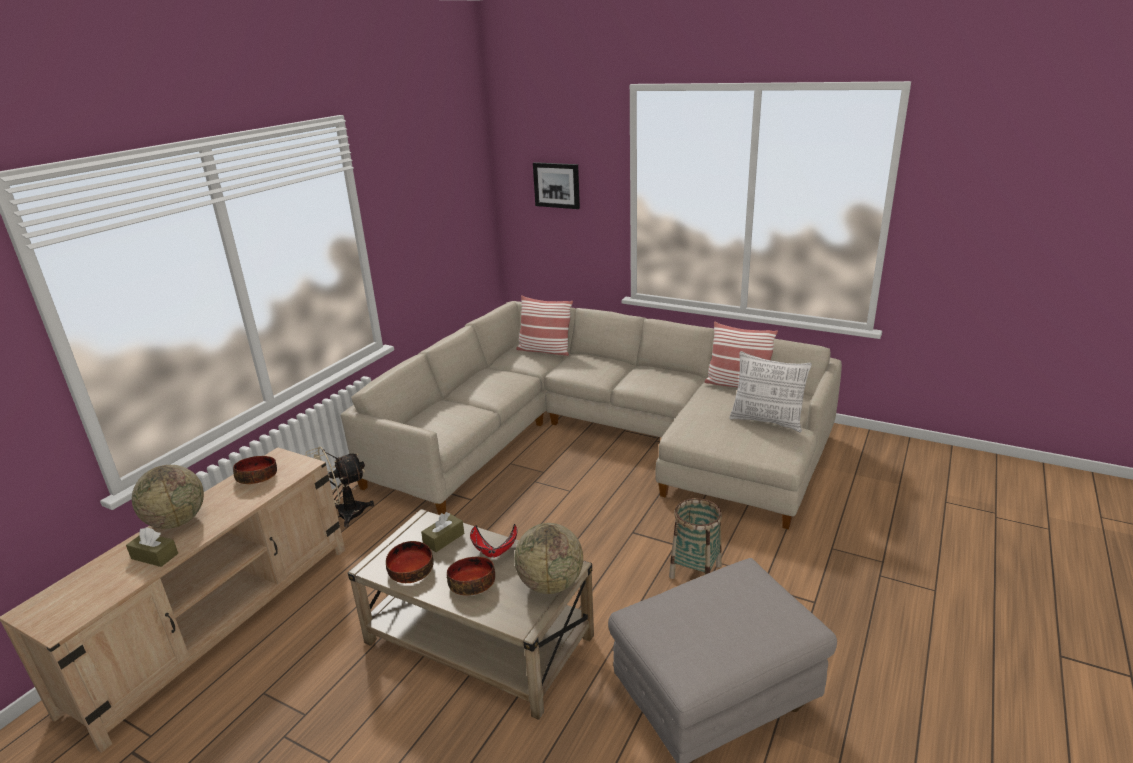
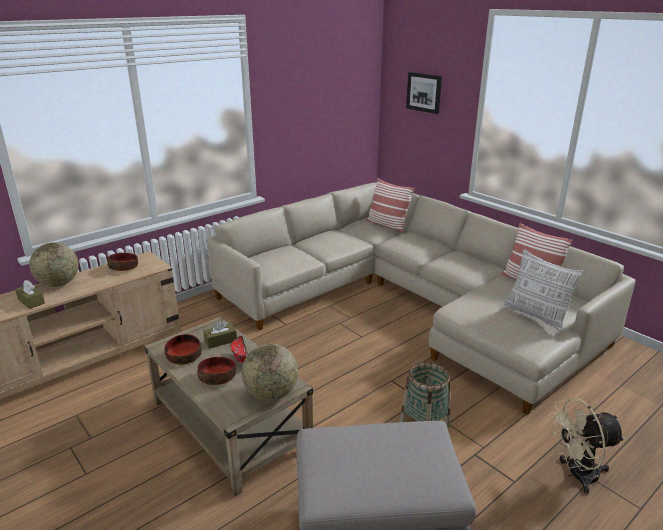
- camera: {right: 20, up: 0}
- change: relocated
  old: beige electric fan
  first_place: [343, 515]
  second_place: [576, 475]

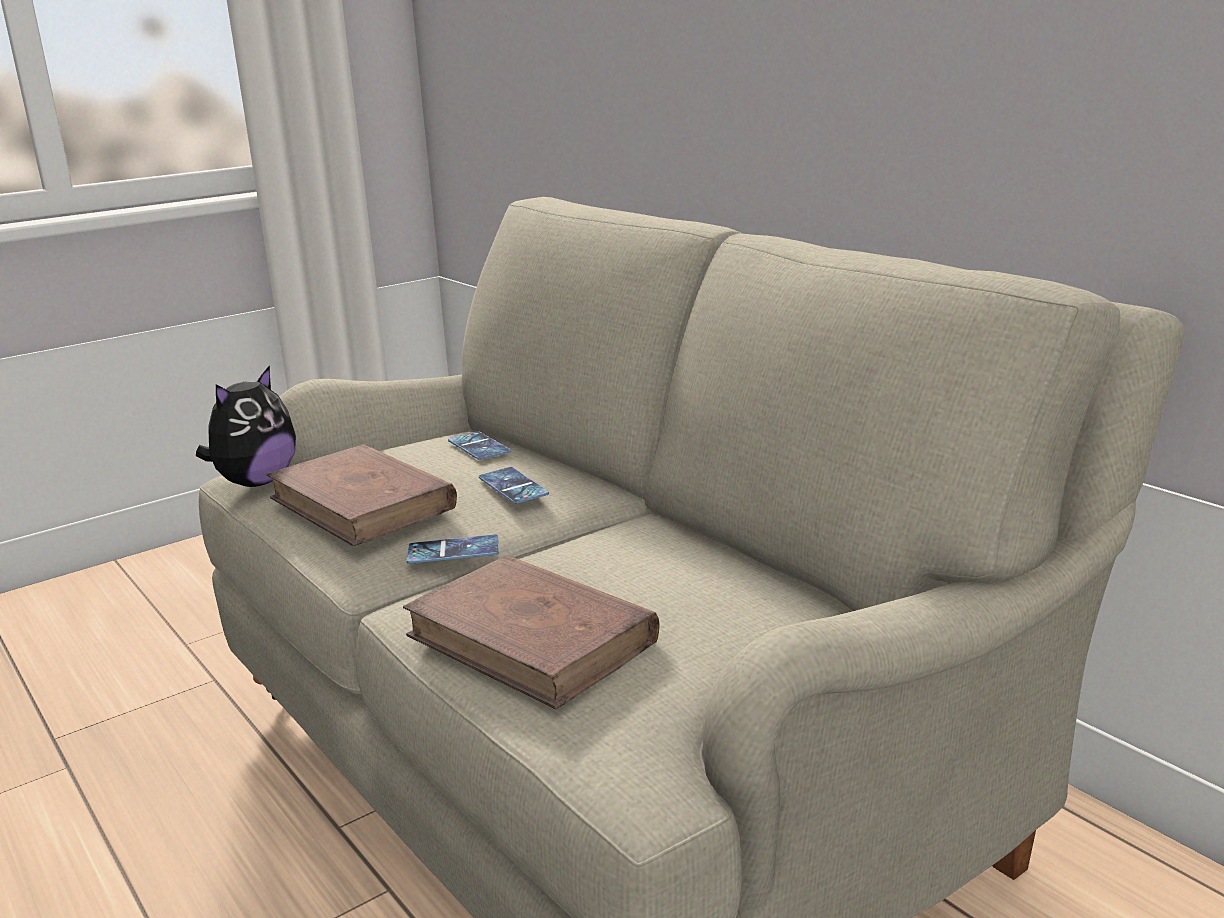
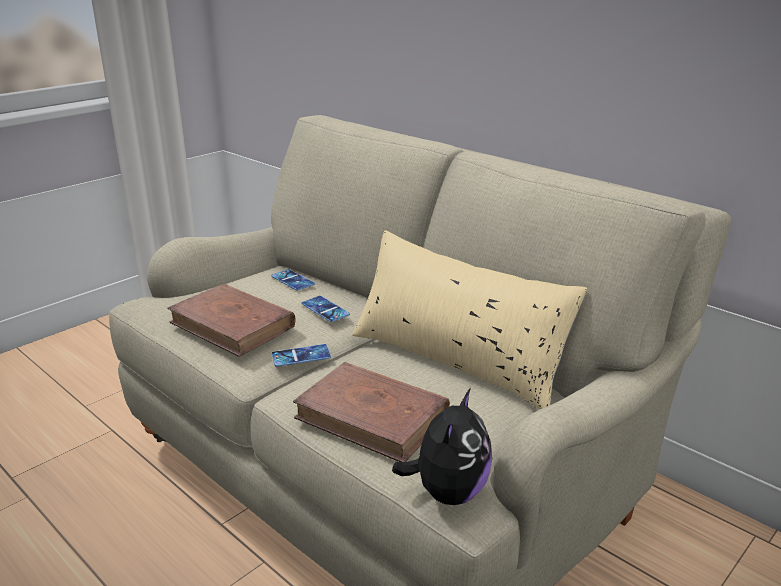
- camera: {right: -10, up: 5}
- change: relocated
  old: cuddly toy
  first_place: [255, 482]
  second_place: [448, 492]
- change: appeared
  new: beige cushion
  second_place: [457, 358]

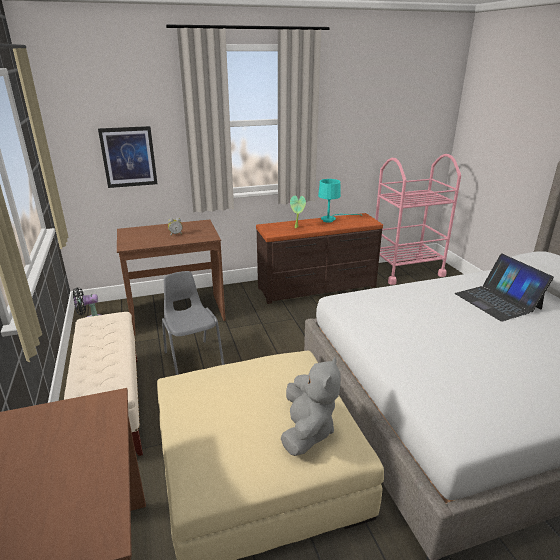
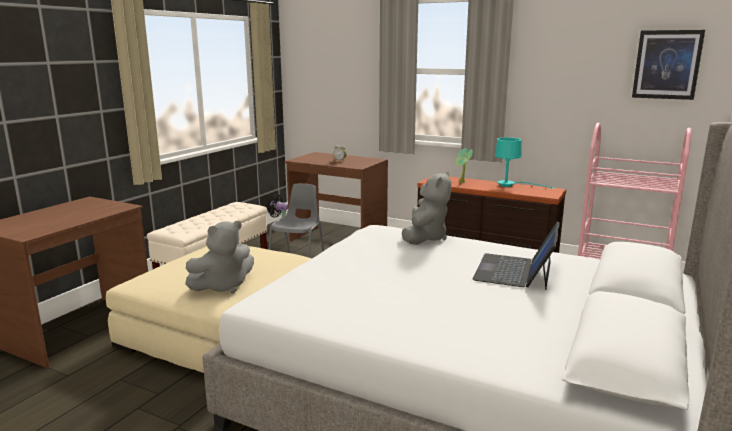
- camera: {right: 45, up: -10}
- change: relocated
  old: wall art
  first_place: [128, 157]
  second_place: [667, 64]
- change: appeared
  new: gray cuddly toy
  second_place: [425, 238]

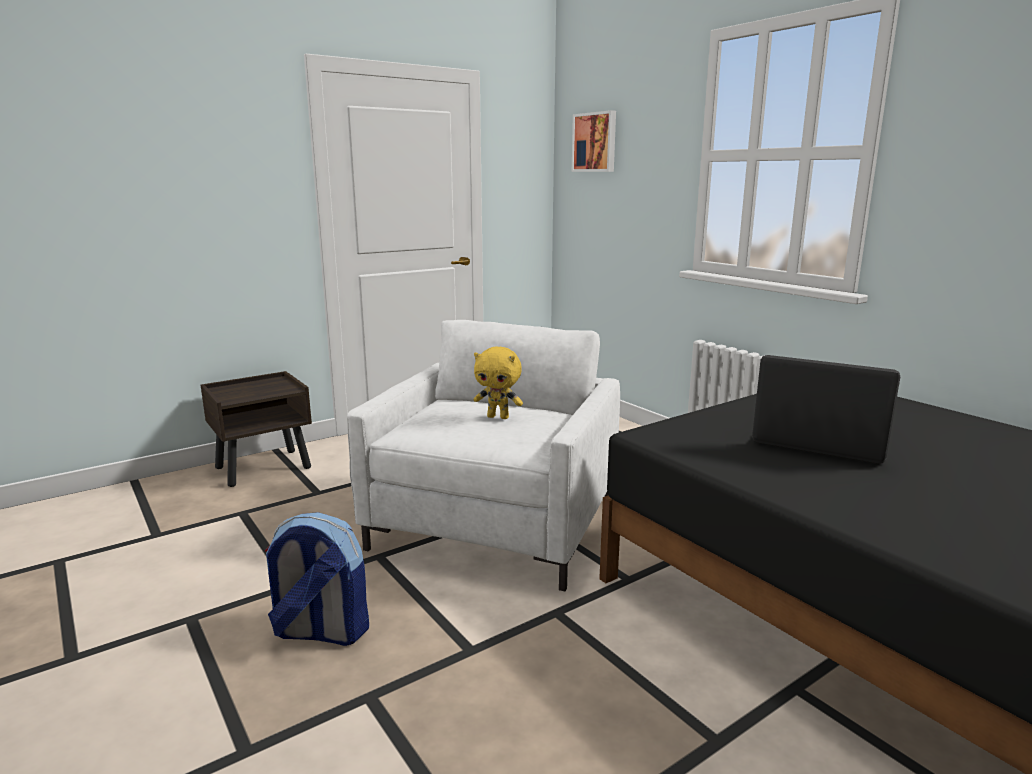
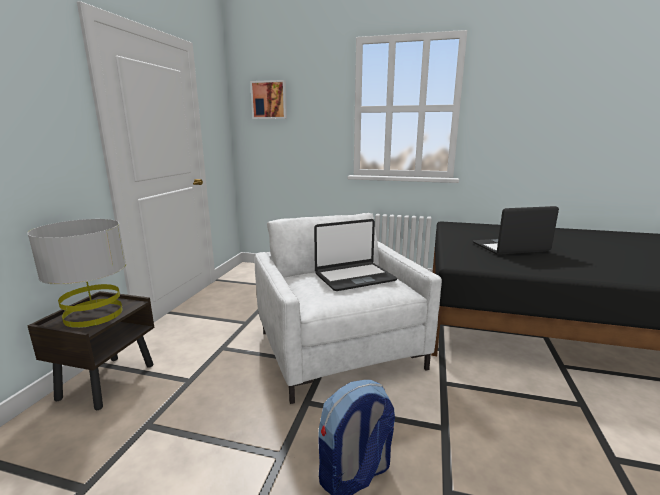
- camera: {right: -40, up: 0}
- change: exchanged
  old: yellowish cuddly toy
  new: notebook computer
  first_place: [498, 417]
  second_place: [354, 277]
- change: appeared
  new: gray lamp for a table
  second_place: [94, 314]

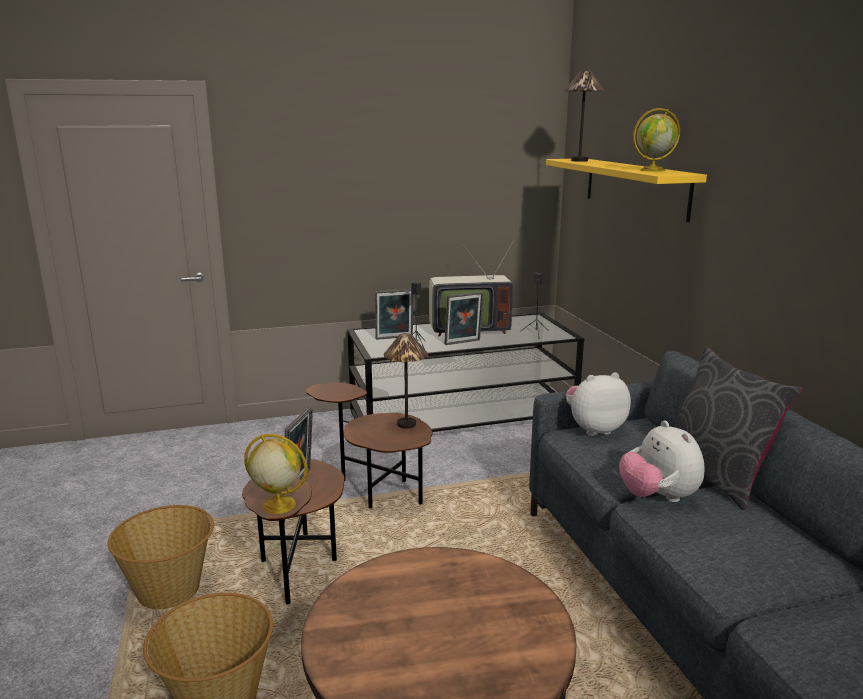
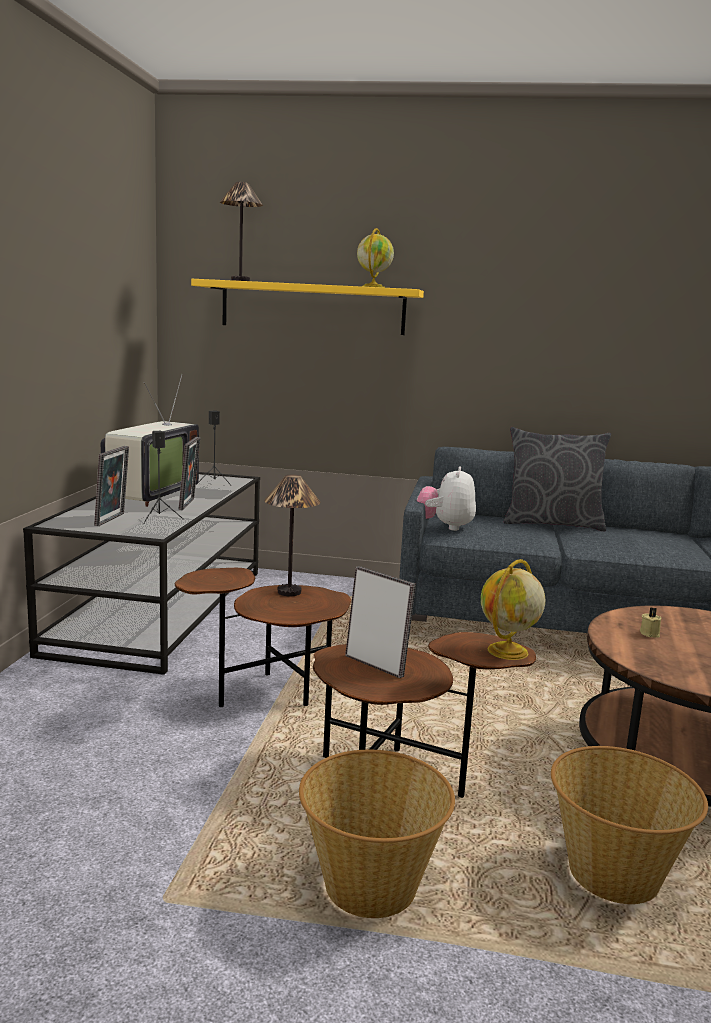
- camera: {right: -65, up: -5}
- change: missing
  old: cuddly toy
  first_place: [658, 497]
- change: appeared
  new: beige candle
  second_place: [650, 633]

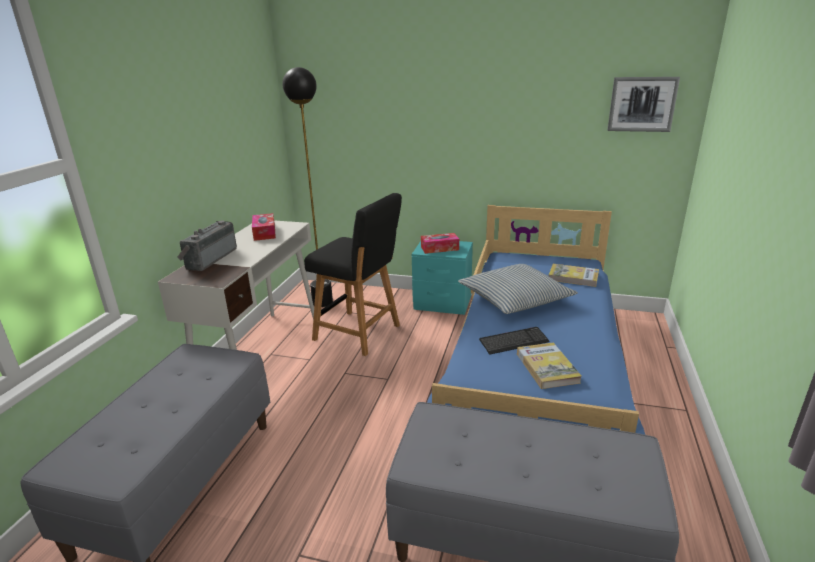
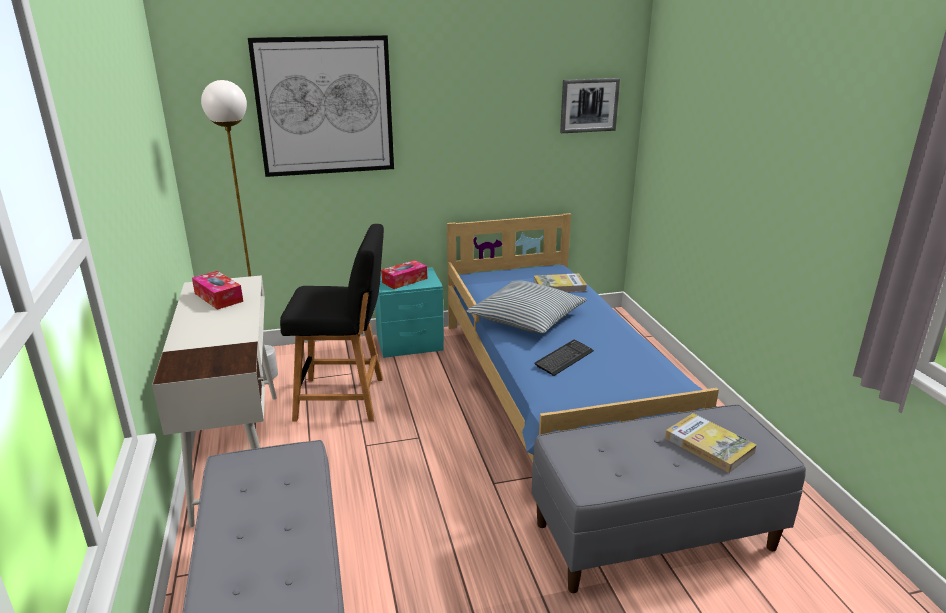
- camera: {right: -30, up: 0}
- change: missing
  old: radio receiver
  first_place: [209, 259]
- change: colour
  old: blackish floor lamp
  new: white floor lamp
  first_place: [322, 302]
  second_place: [264, 375]
- change: relocated
  old: volume
  first_place: [547, 368]
  second_place: [709, 445]
- change: appeared
  new: wall art
  second_place: [325, 106]

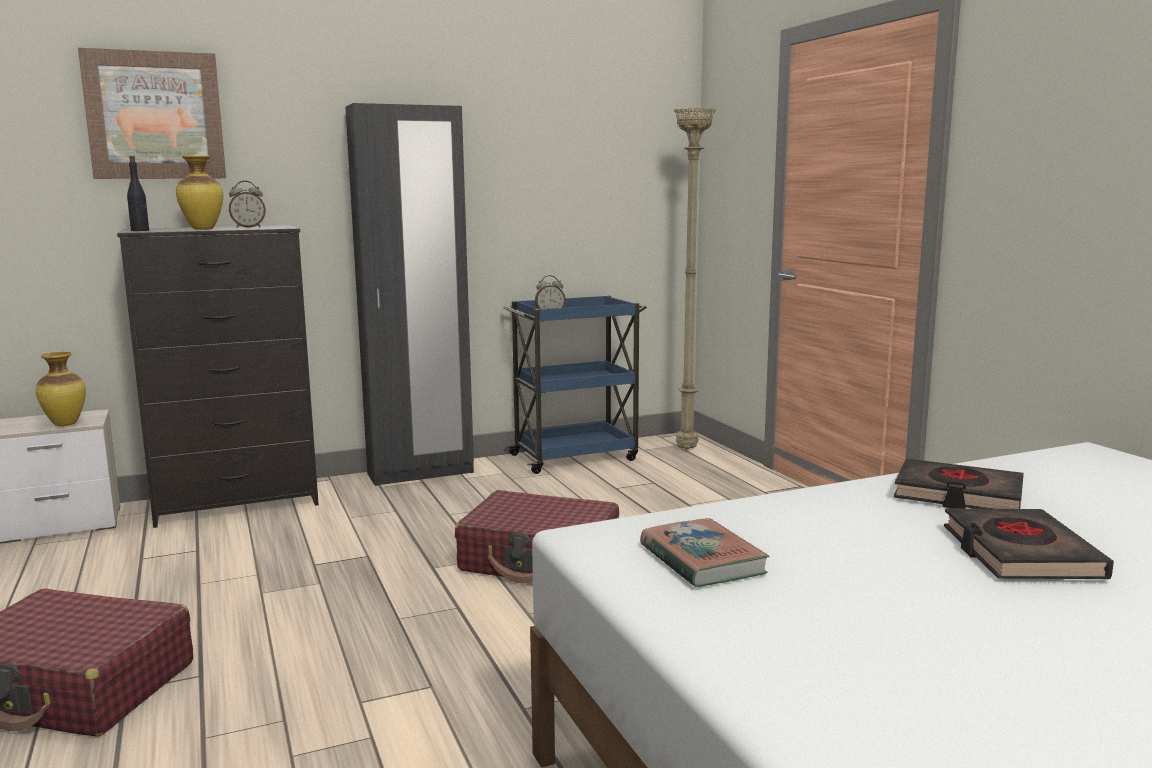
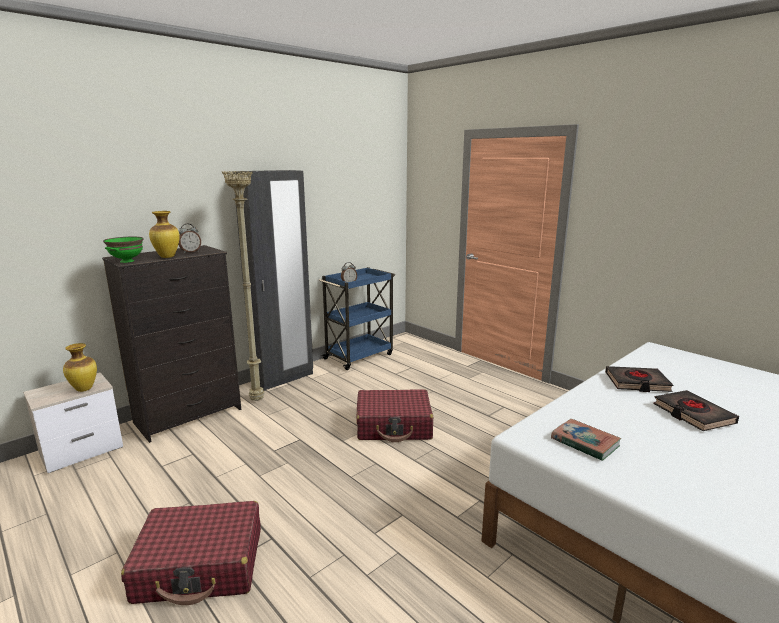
- camera: {right: -20, up: 5}
- change: missing
  old: wall art
  first_place: [155, 116]
- change: exchanged
  old: blackish drink bottle
  new: green-coloured serving bowl
  first_place: [140, 230]
  second_place: [127, 261]
- change: relocated
  old: beige floor lamp
  first_place: [688, 449]
  second_place: [258, 400]

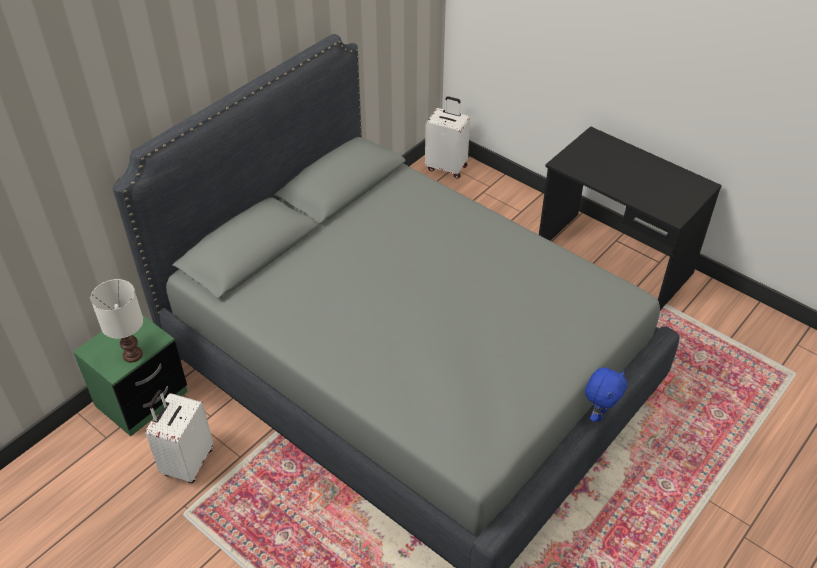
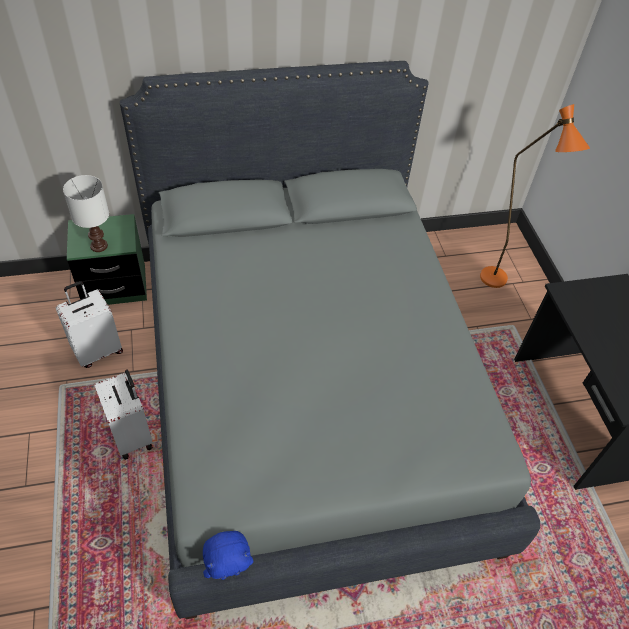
- camera: {right: 35, up: 5}
- change: relocated
  old: white piece of luggage
  first_place: [447, 167]
  second_place: [133, 436]
- change: relocated
  old: blue-coloured cuddly toy
  first_place: [599, 413]
  second_place: [229, 571]
- change: appeared
  new: orange floor lamp
  second_place: [498, 285]

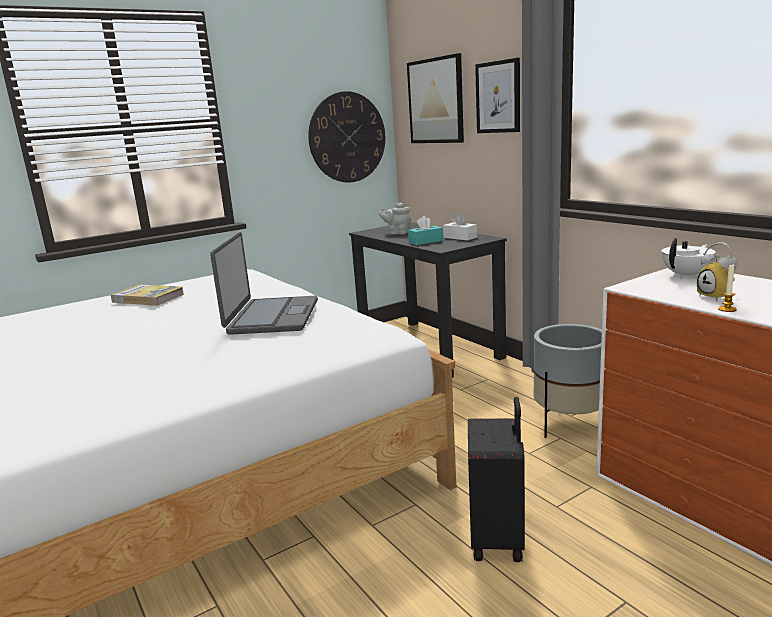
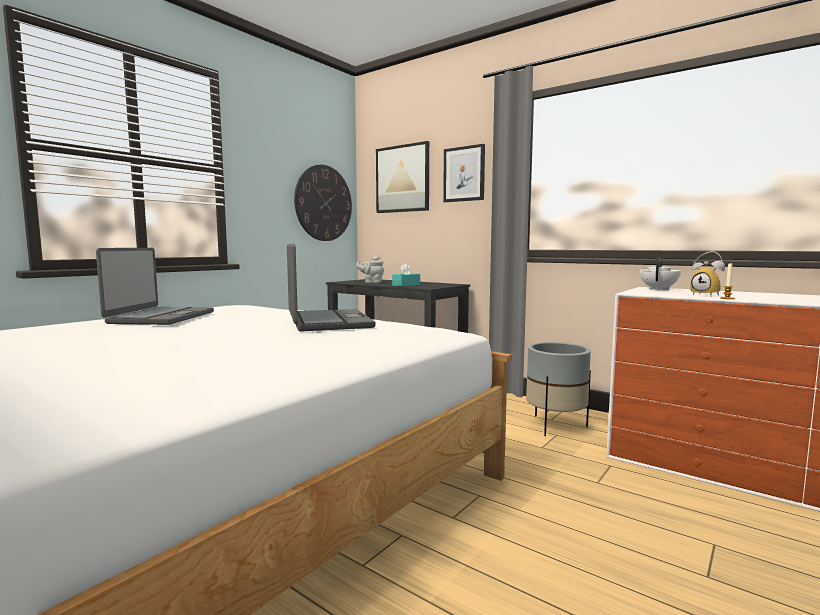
- camera: {right: -20, up: -10}
- change: exchanged
  old: volume
  new: notebook computer
  first_place: [148, 298]
  second_place: [161, 317]
- change: missing
  old: white tissue box
  first_place: [460, 237]
- change: missing
  old: blackish piece of luggage
  first_place: [498, 539]

